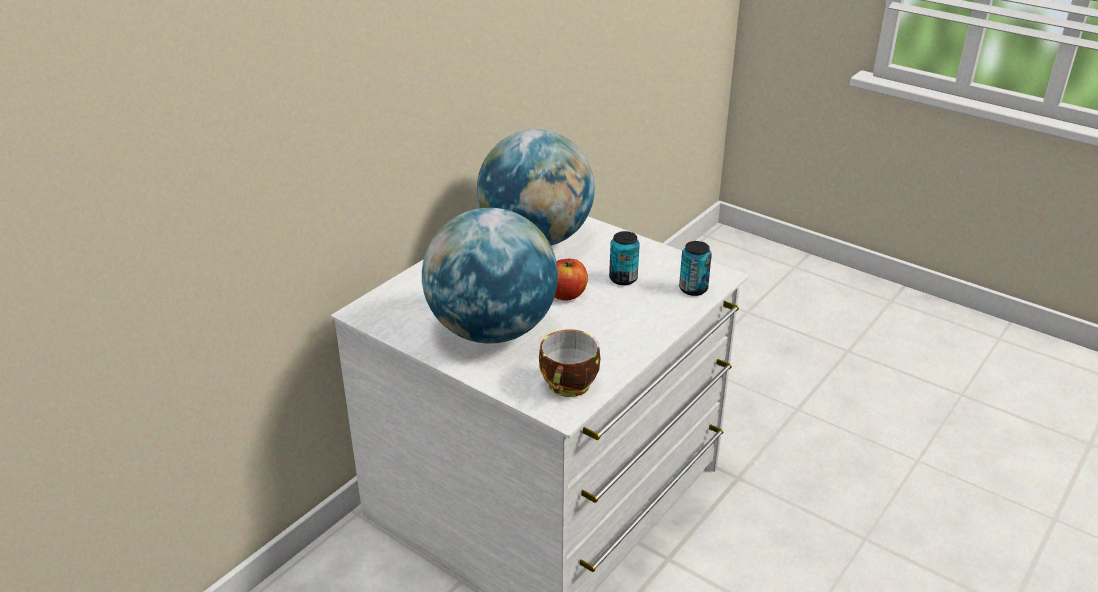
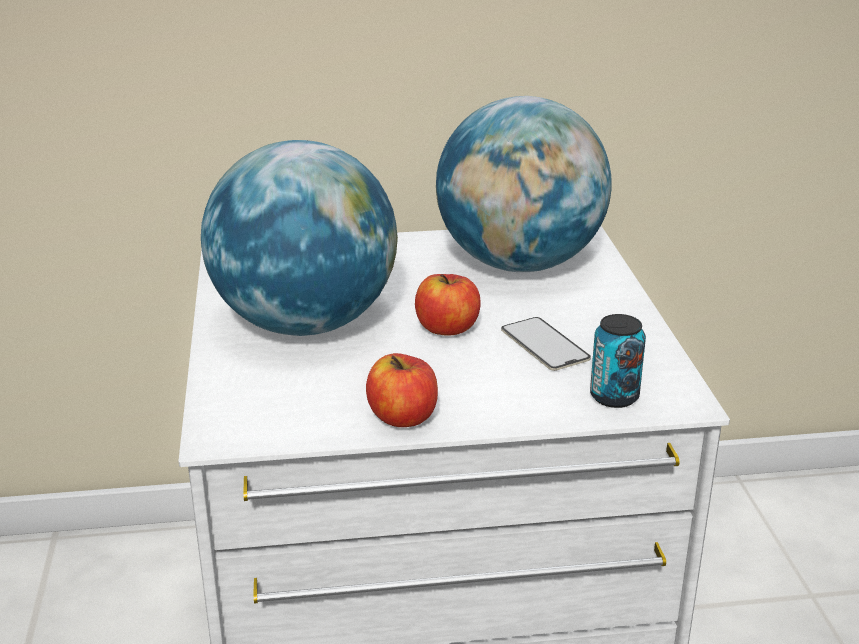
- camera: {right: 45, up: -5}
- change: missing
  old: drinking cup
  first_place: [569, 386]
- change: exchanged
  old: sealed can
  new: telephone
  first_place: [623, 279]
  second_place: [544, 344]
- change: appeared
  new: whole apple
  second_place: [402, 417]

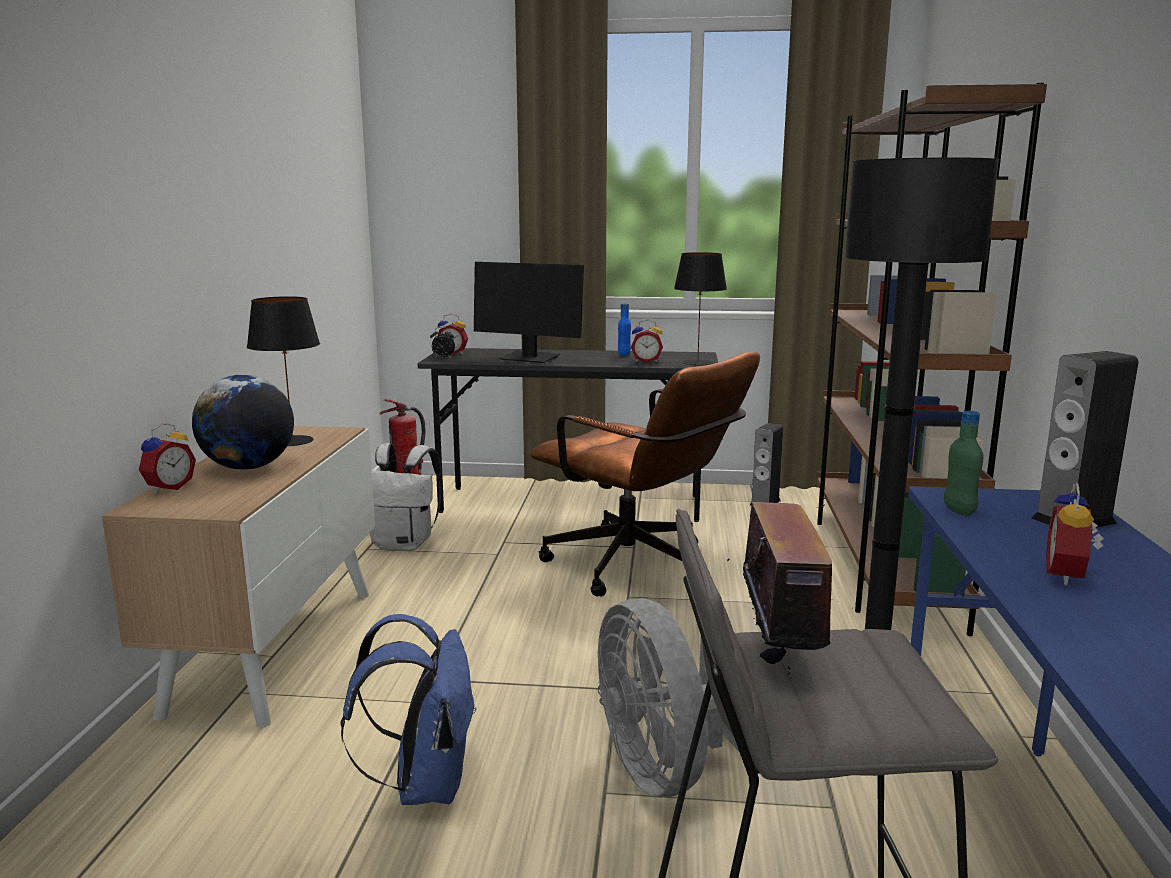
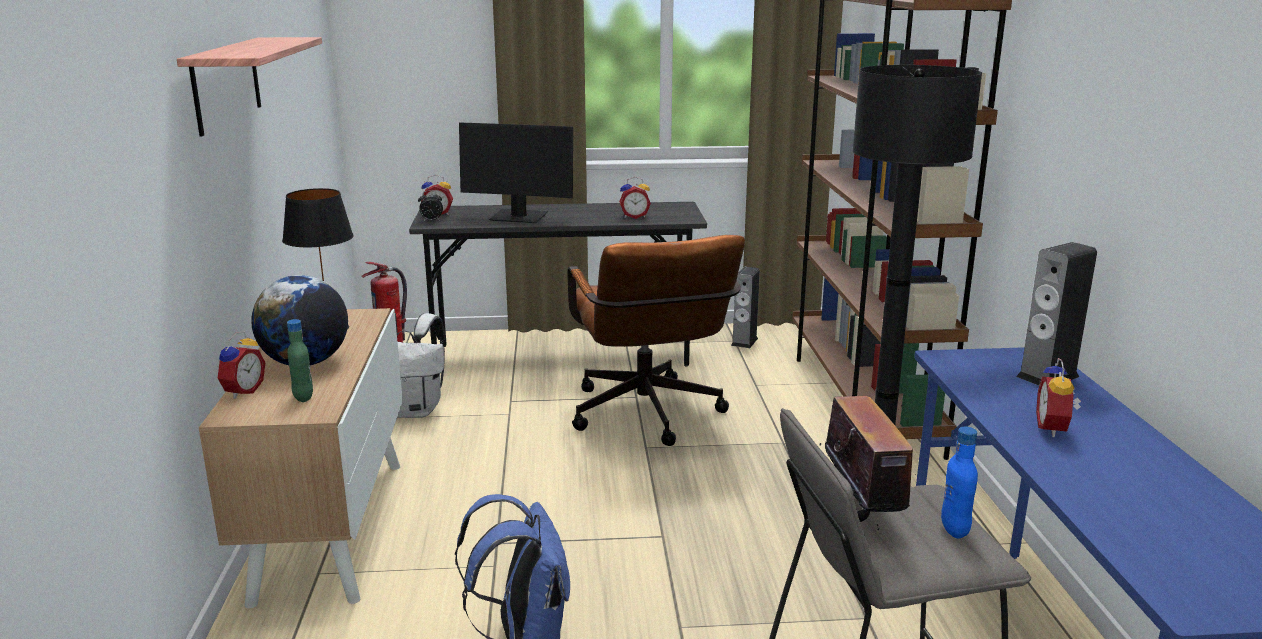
- camera: {right: -10, up: 5}
- change: spun
  old: brown office chair
  first_place: [640, 568]
  second_place: [648, 418]
  degrees: 45
- change: missing
  old: gray electric fan
  first_place: [665, 768]
- change: relocated
  old: blue-coloured drink bottle
  first_place: [624, 354]
  second_place: [954, 529]
- change: missing
  old: blackish lamp for a table
  first_place: [697, 362]
- change: relocated
  old: green-coloured drink bottle
  first_place: [959, 510]
  second_place: [303, 397]
- change: appeared
  new: bracket shelf
  second_place: [226, 83]

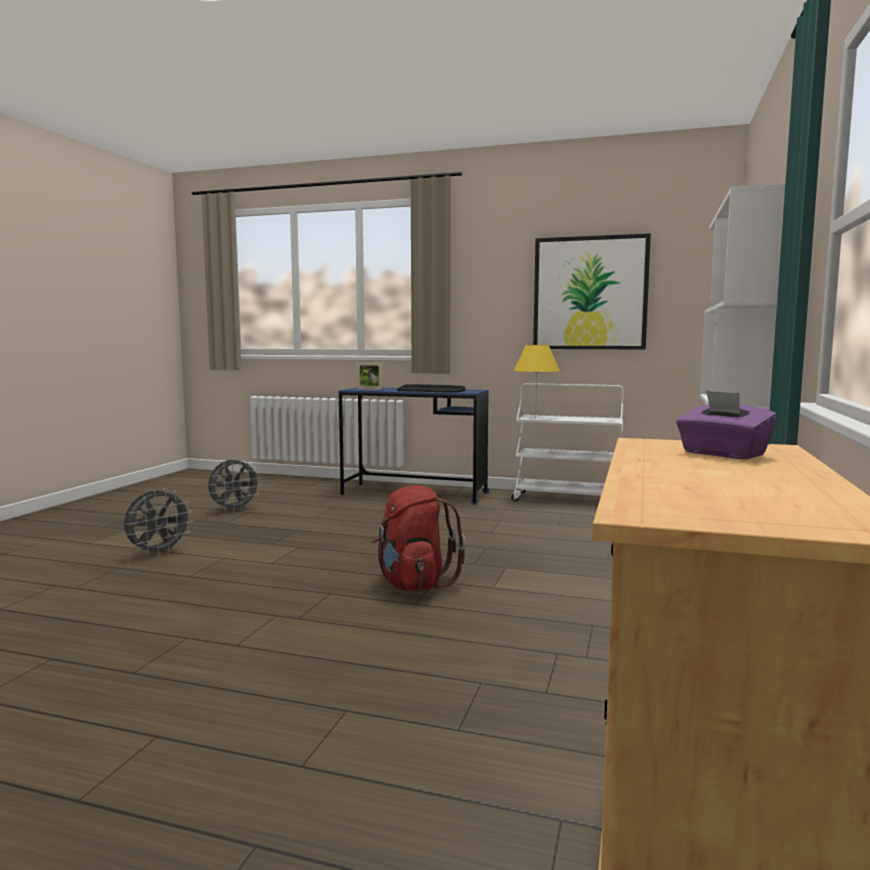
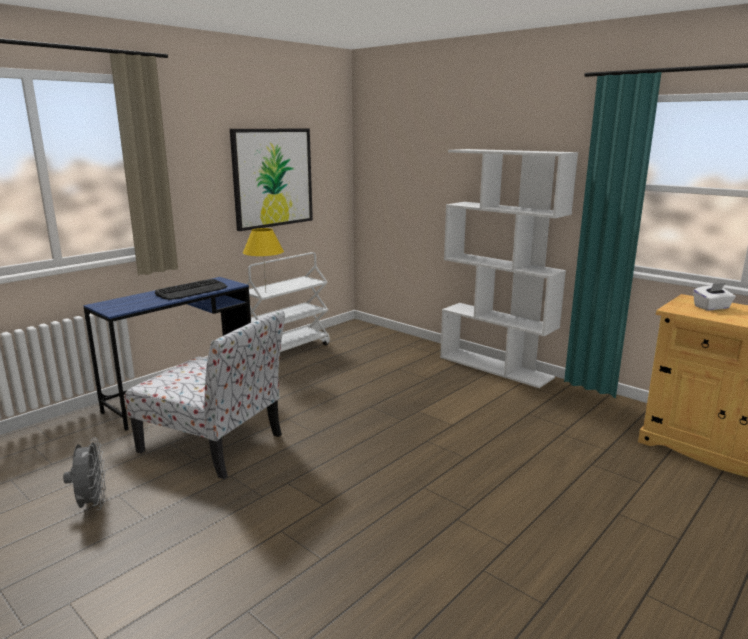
- camera: {right: -65, up: 10}
- change: missing
  old: gray electric fan
  first_place: [158, 553]
- change: missing
  old: standing frame
  first_place: [369, 389]
- change: missing
  old: reddish knapsack
  first_place: [413, 584]
- change: colour
  old: purple tissue box
  new: white tissue box
  first_place: [722, 454]
  second_place: [712, 307]
- change: appeared
  new: upright chair
  second_place: [214, 444]

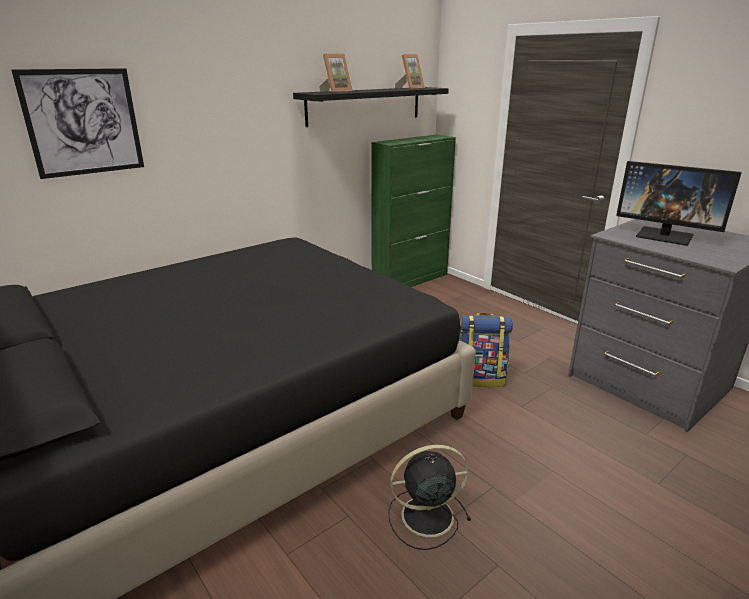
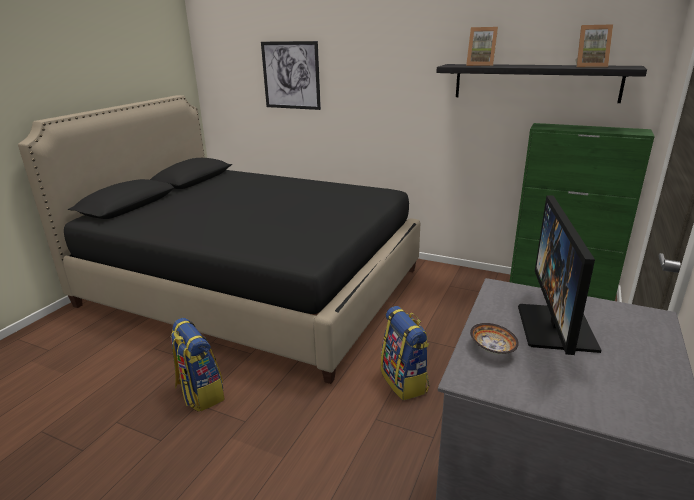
- camera: {right: 65, up: 0}
- change: exchanged
  old: blackish electric fan
  new: knapsack
  first_place: [425, 516]
  second_place: [199, 393]
- change: appeared
  new: serving bowl
  second_place: [492, 348]

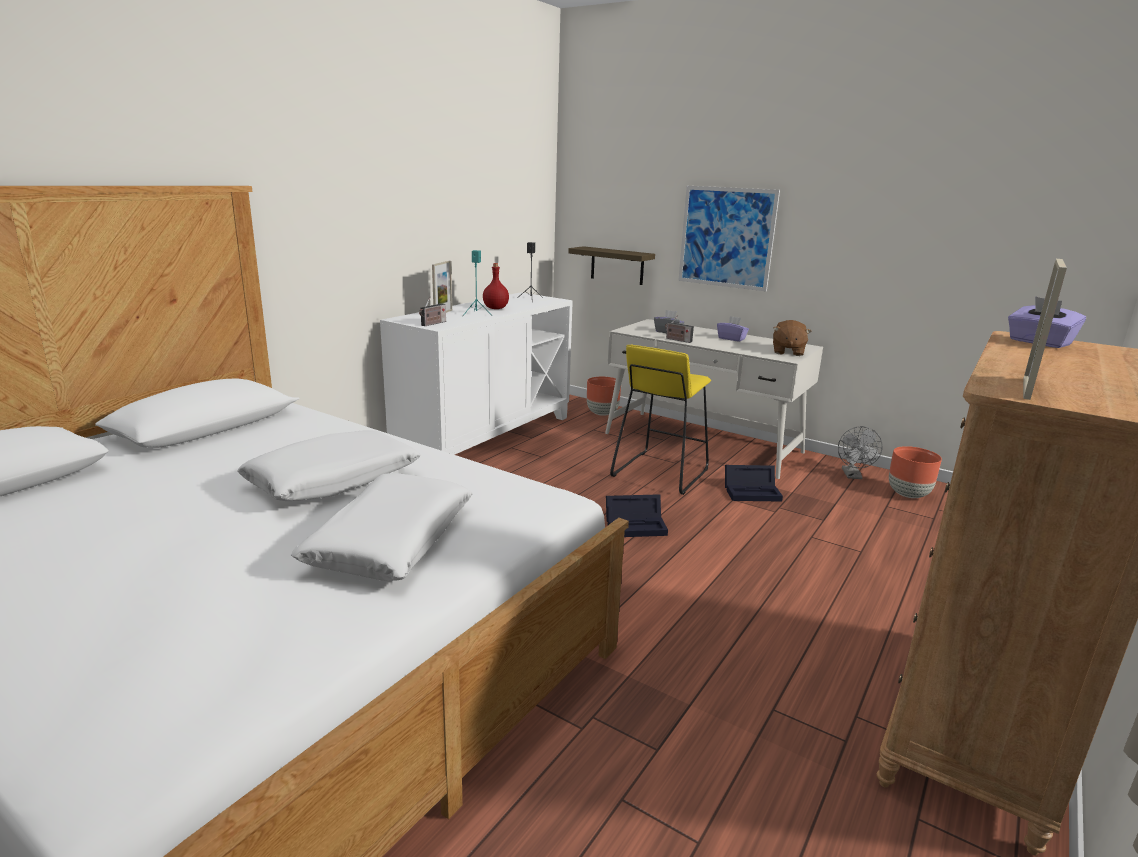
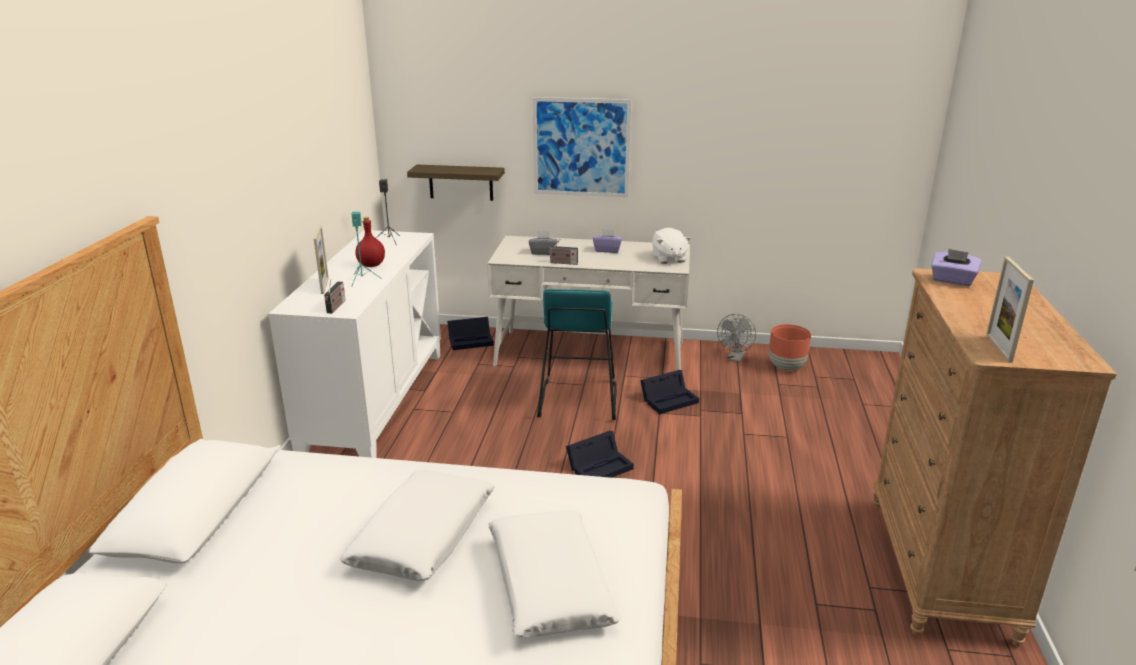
- camera: {right: -25, up: 5}
- change: exchanged
  old: brown flower pot
  new: blackish storage container
  first_place: [602, 413]
  second_place: [472, 340]
- change: colour
  old: yellowish stool seat
  new: turquoise stool seat
  first_place: [660, 472]
  second_place: [577, 400]
- change: colour
  old: brown cuddly toy
  new: white cuddly toy
  first_place: [787, 352]
  second_place: [668, 259]
- change: spun
  old: gray electric fan
  first_place: [853, 476]
  second_place: [735, 358]
  degrees: 45

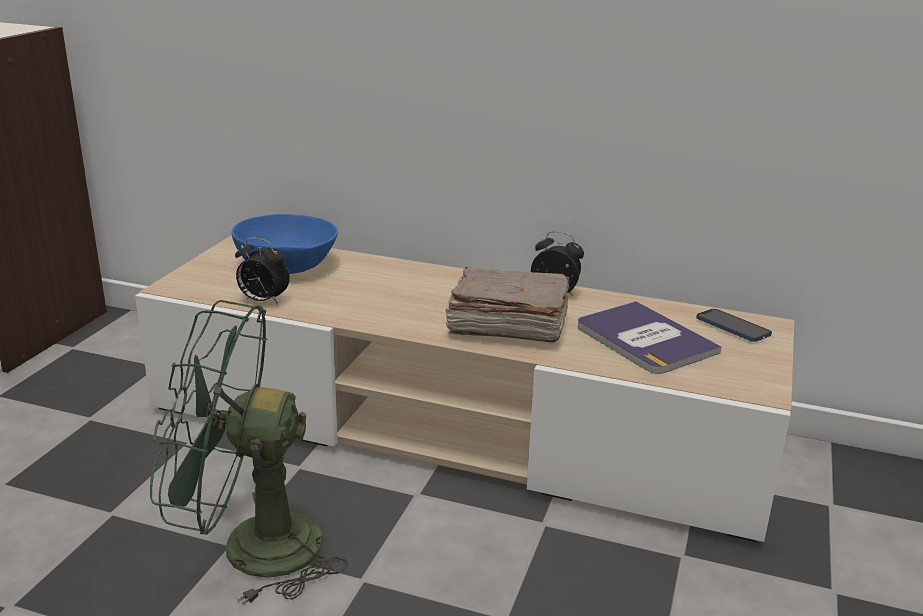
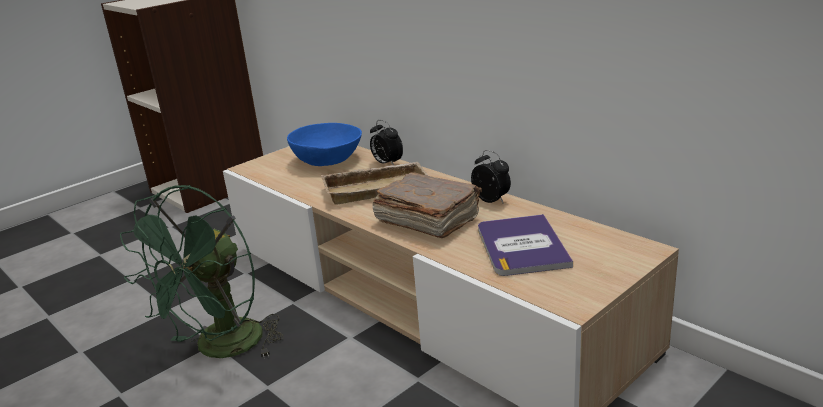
- camera: {right: 30, up: 0}
- change: spun
  old: green-coloured electric fan
  first_place: [249, 548]
  second_place: [221, 349]
  degrees: -90
- change: relocated
  old: bedside clock
  first_place: [263, 301]
  second_place: [387, 163]
- change: missing
  old: telephone
  first_place: [733, 327]
- change: appeared
  new: beige tray
  second_place: [377, 188]

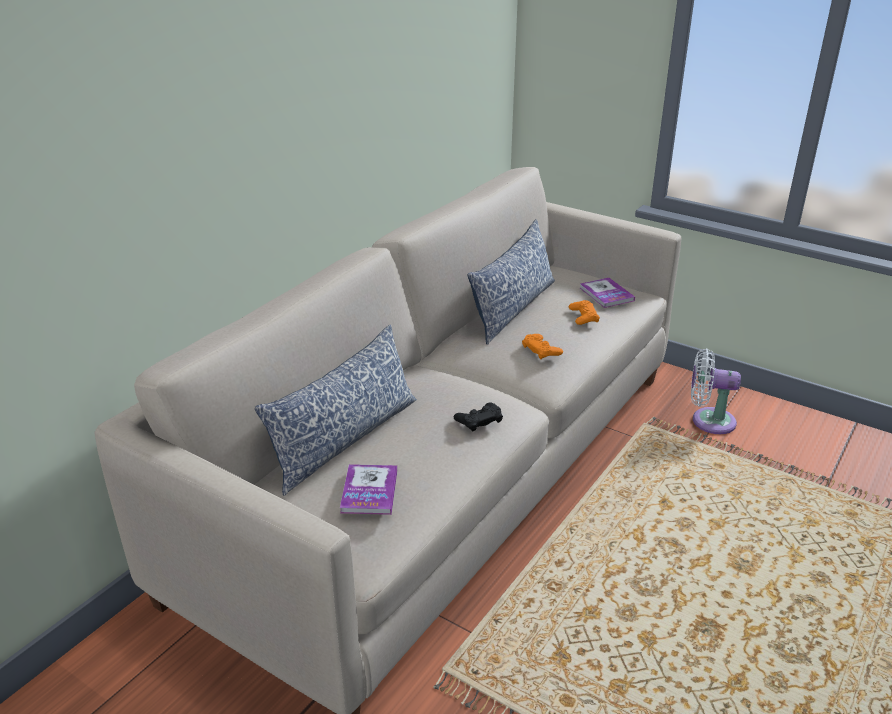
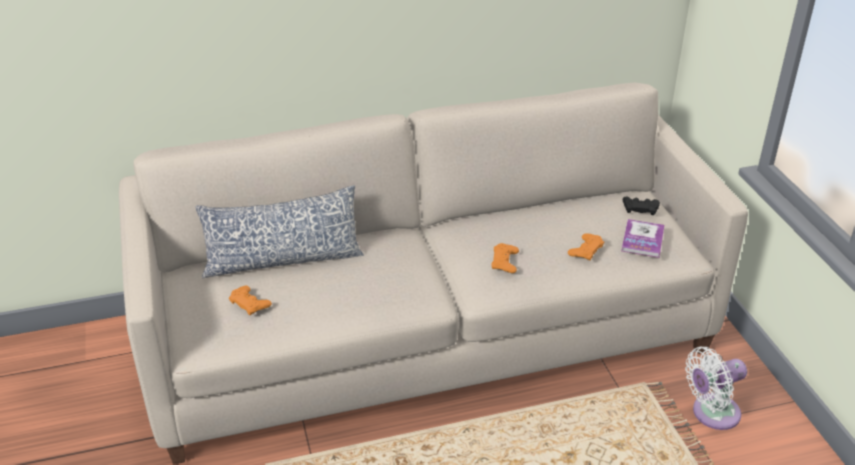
- camera: {right: 40, up: 5}
- change: exchanged
  old: volume
  new: orange joypad
  first_place: [369, 491]
  second_place: [250, 303]
- change: relocated
  old: blackish joypad
  first_place: [479, 420]
  second_place: [640, 208]
- change: missing
  old: cushion
  first_place: [513, 308]
- change: spun
  old: white electric fan
  first_place: [708, 420]
  second_place: [711, 413]
  degrees: -75

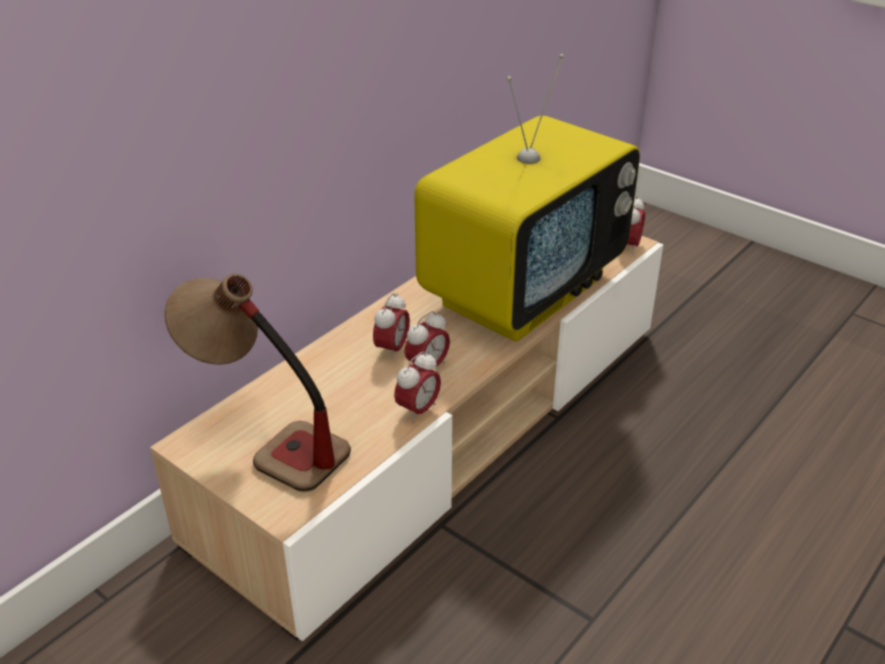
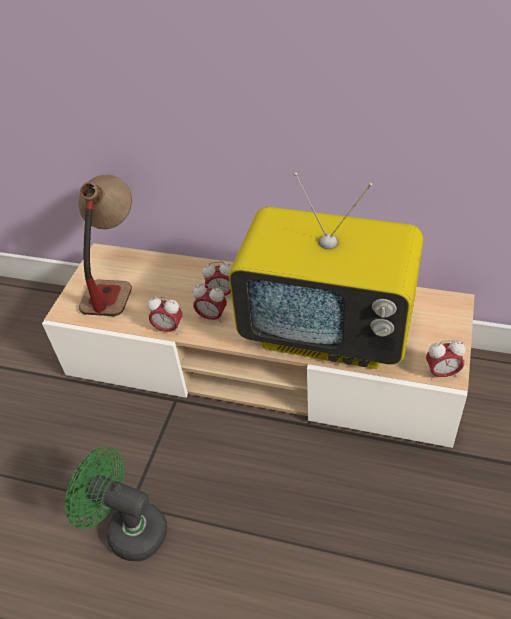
- camera: {right: 70, up: 10}
- change: appeared
  new: green-coloured electric fan
  second_place: [128, 530]

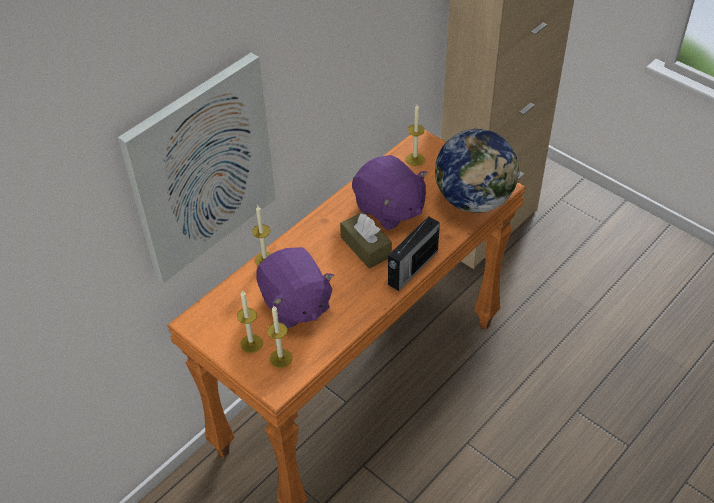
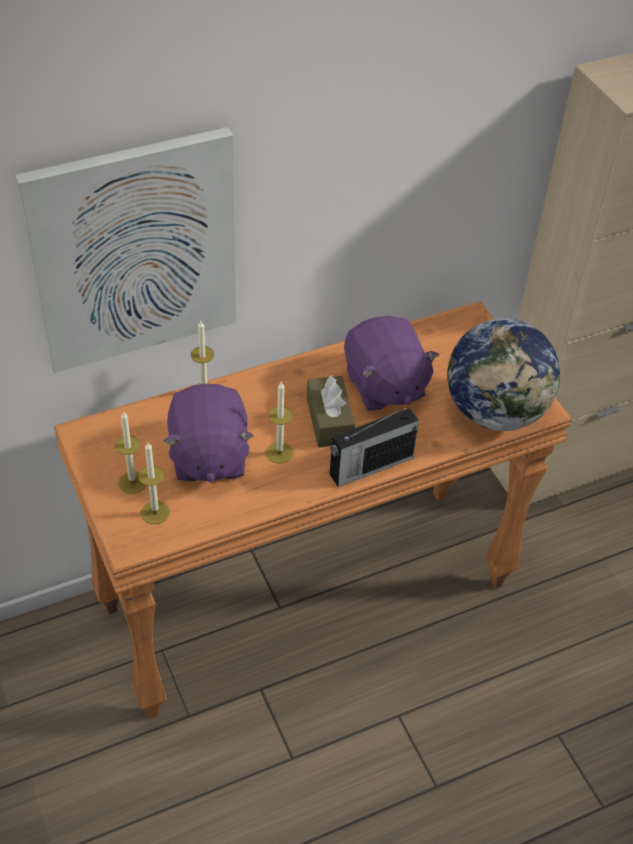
- camera: {right: 20, up: 0}
- change: relocated
  old: candle
  first_place: [415, 159]
  second_place: [279, 452]

